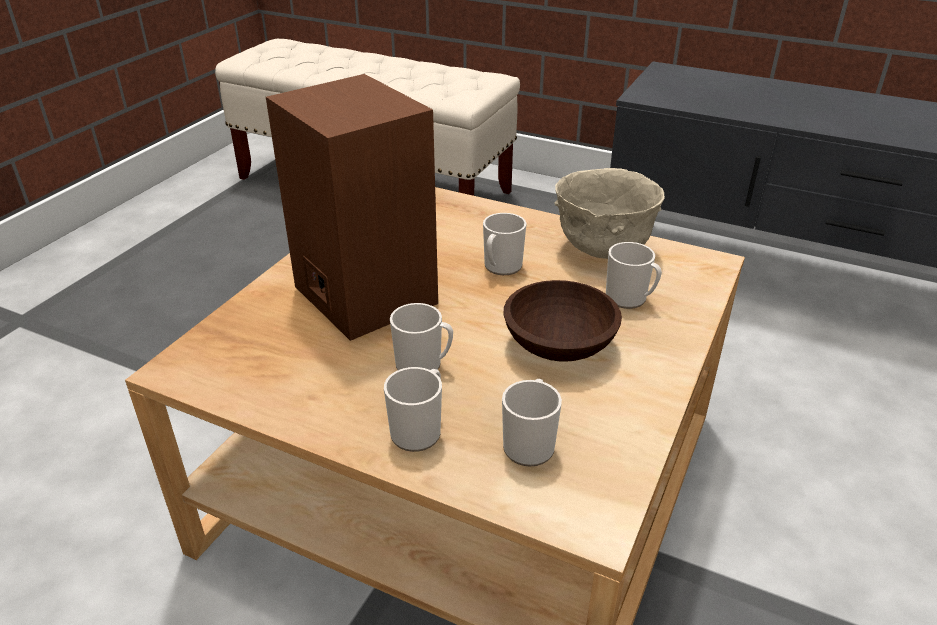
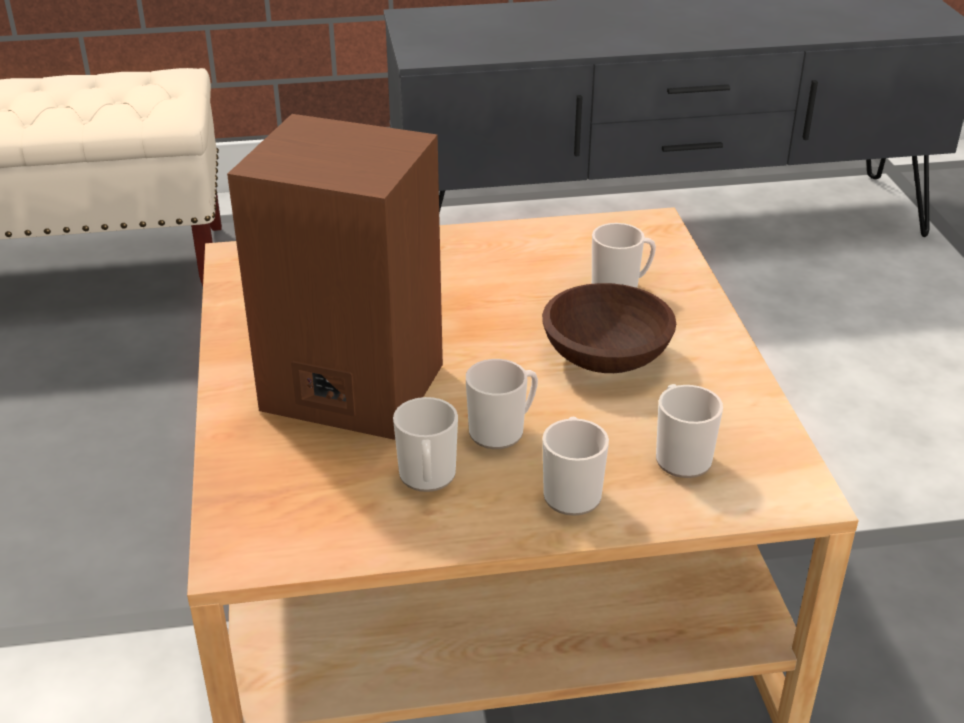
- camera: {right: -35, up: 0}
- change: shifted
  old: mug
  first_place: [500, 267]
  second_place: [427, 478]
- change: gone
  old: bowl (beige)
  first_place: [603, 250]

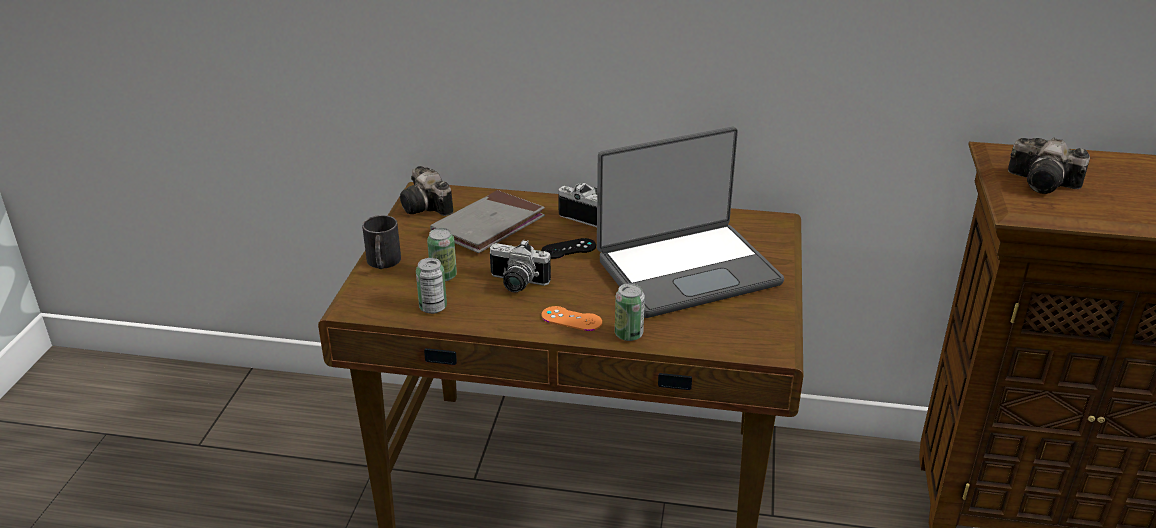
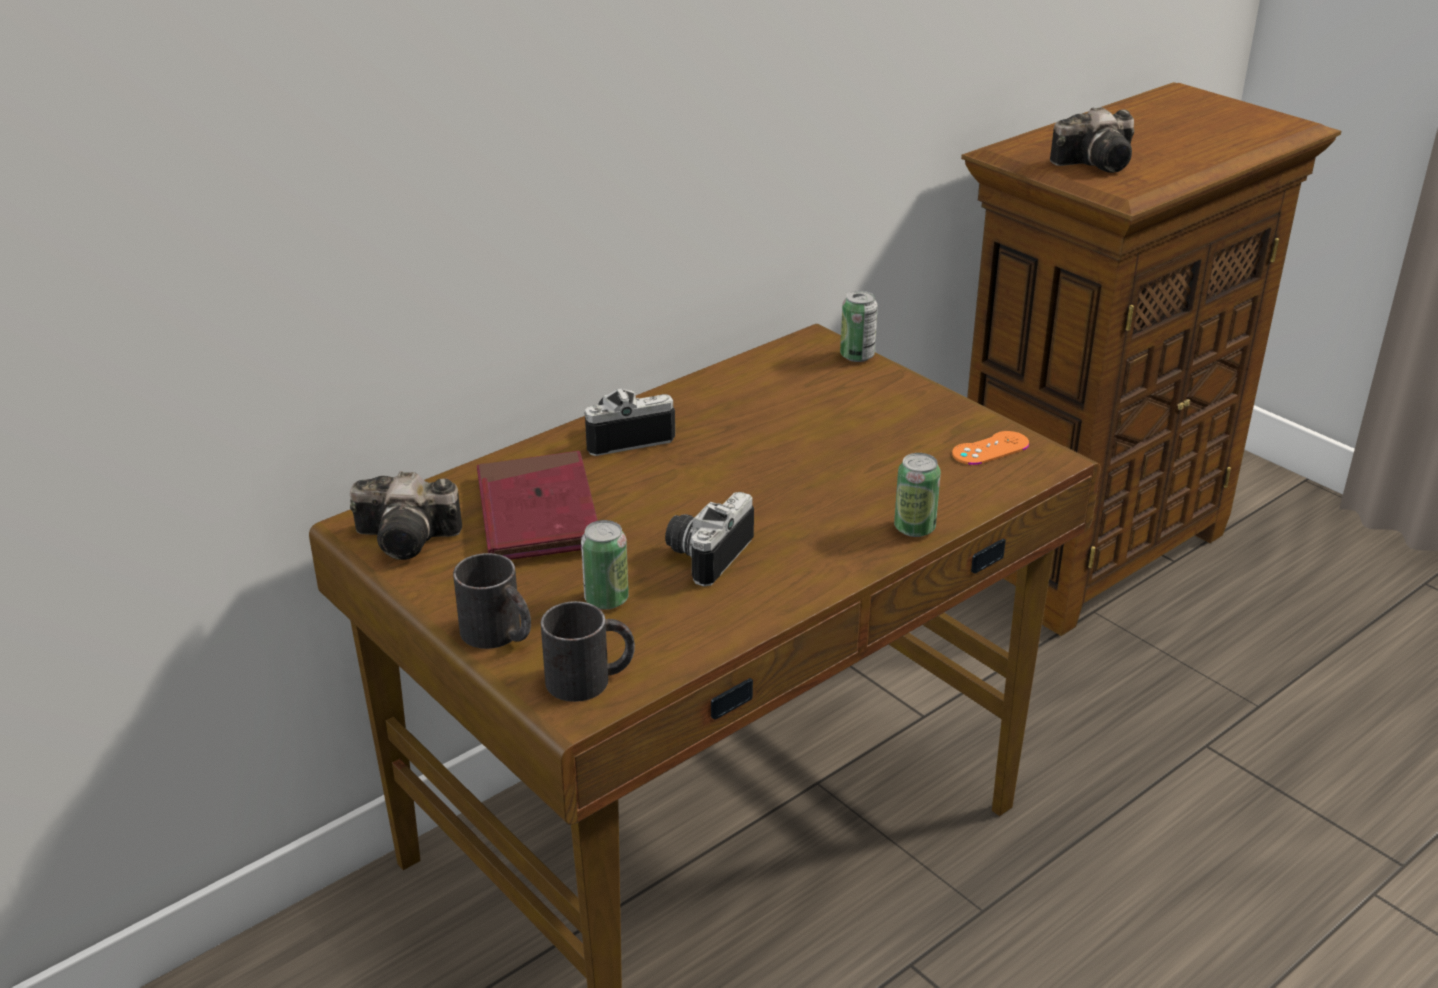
- camera: {right: -50, up: 0}
- change: shifted
  old: can
  first_place: [433, 307]
  second_place: [857, 356]
- change: repainted
  old: book (grey)
  new: book (red)
  first_place: [488, 226]
  second_place: [537, 514]
- change: rotated
  old: photo camera
  first_place: [516, 284]
  second_place: [705, 554]
  degrees: 150
- change: gone
  old: game controller (black)
  first_place: [568, 249]
- change: shifted
  old: game controller (orange)
  first_place: [571, 319]
  second_place: [990, 449]
- change: gone
  old: laptop
  first_place: [686, 270]
- change: new
  new: mug (black)
  second_place: [590, 679]

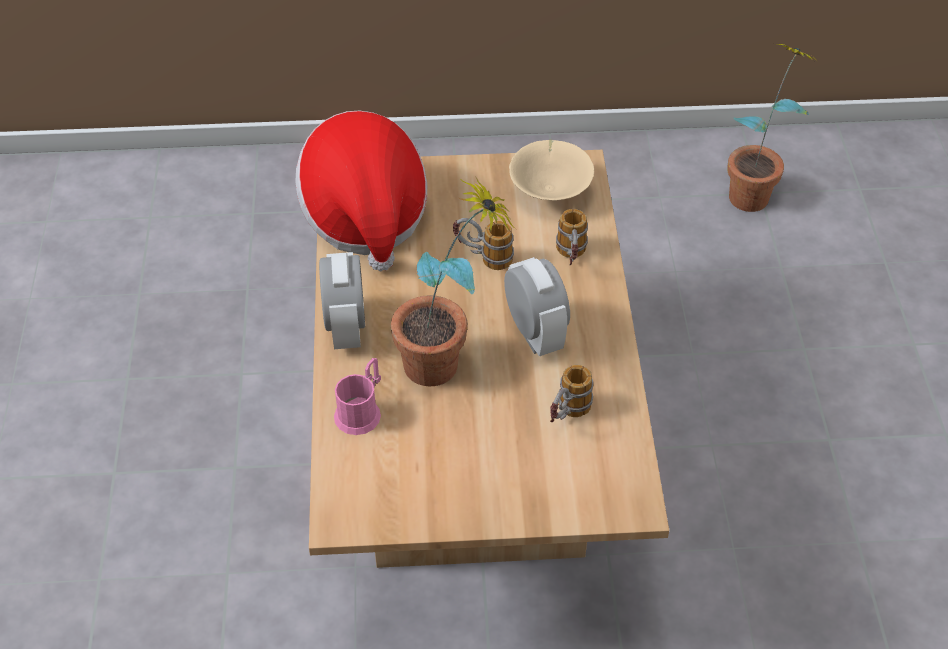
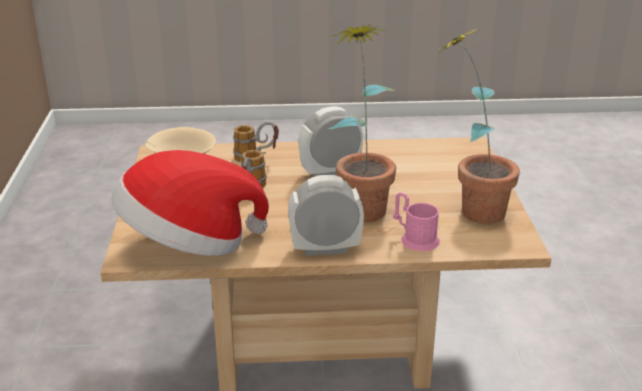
- camera: {right: -90, up: -20}
- change: gone
  old: mug
  first_place: [566, 415]
- change: shifted
  old: potted plant
  first_place: [755, 190]
  second_place: [471, 208]

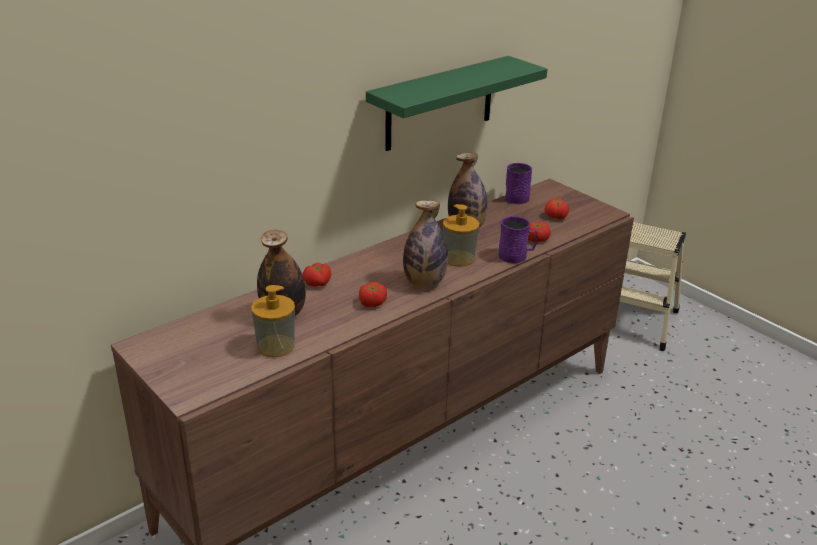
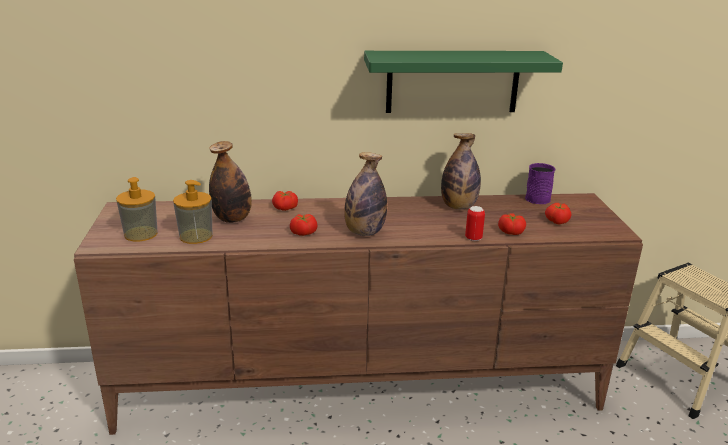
- camera: {right: 35, up: -5}
- change: shifted
  old: soap dispenser
  first_place: [459, 258]
  second_place: [140, 234]
- change: swapped
  old: mug (purple)
  new: can
  first_place: [516, 256]
  second_place: [473, 238]

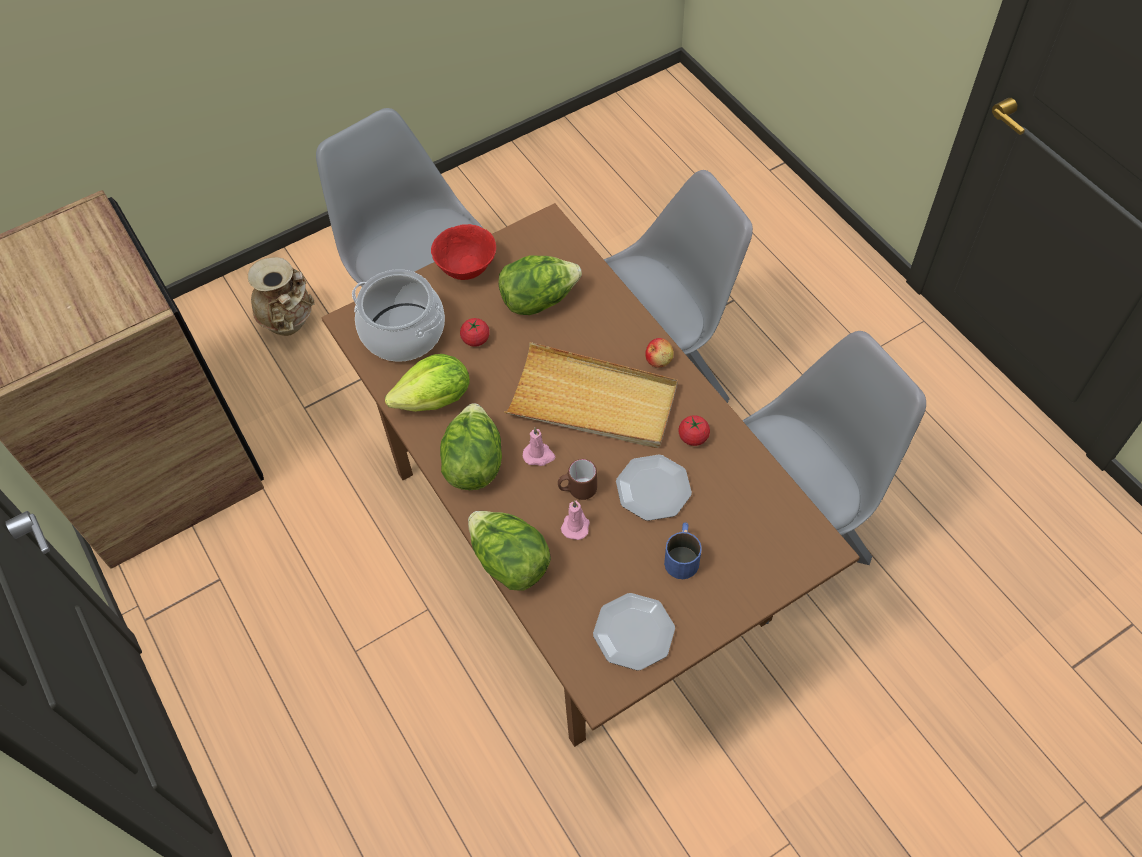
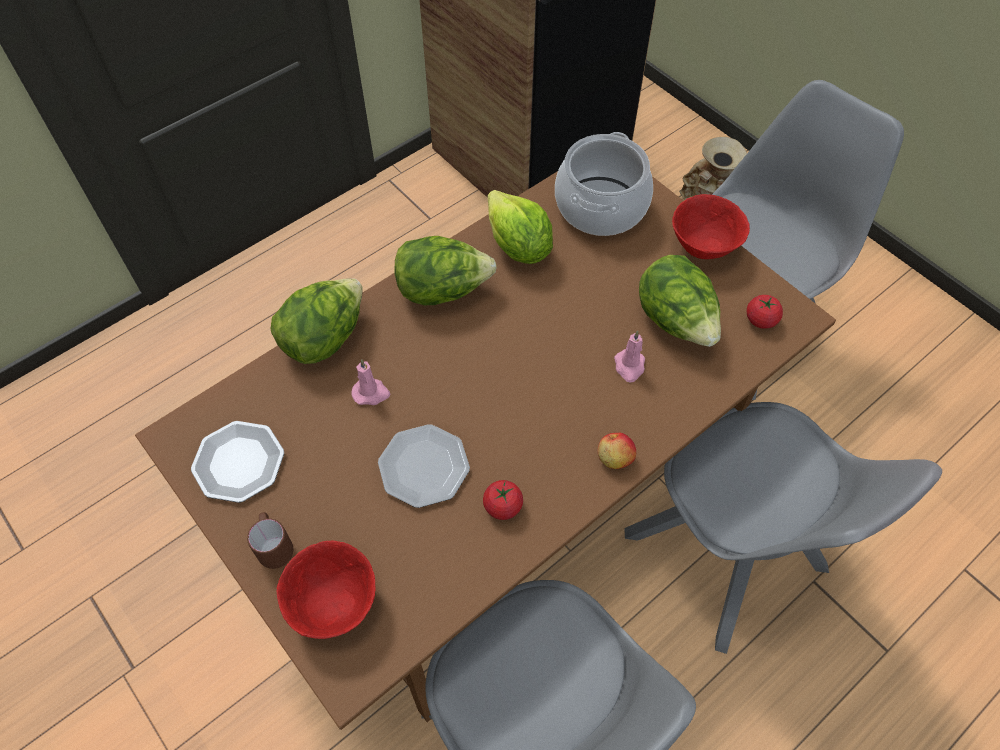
- camera: {right: 80, up: 0}
- change: shifted
  old: tomato
  first_place: [476, 339]
  second_place: [760, 320]
- change: gone
  old: tray (beige)
  first_place: [593, 401]
- change: shifted
  old: candle (pink)
  first_place: [539, 455]
  second_place: [629, 366]
- change: shifted
  old: mug (brown)
  first_place: [577, 490]
  second_place: [274, 546]
- change: gone
  old: mug (blue)
  first_place: [682, 555]
- change: new
  new: bowl (red)
  second_place: [334, 604]

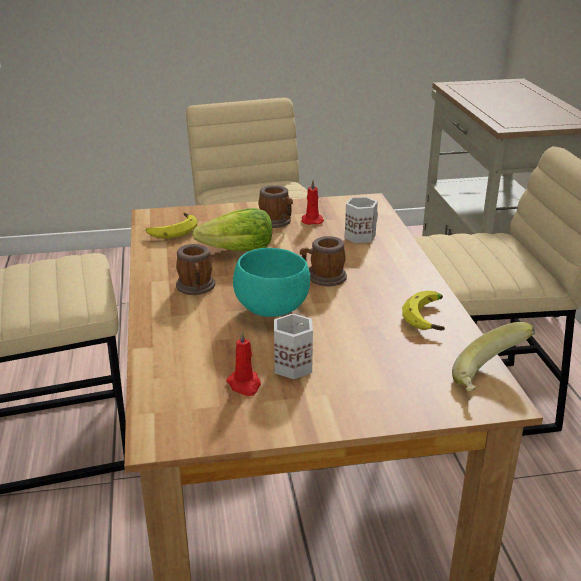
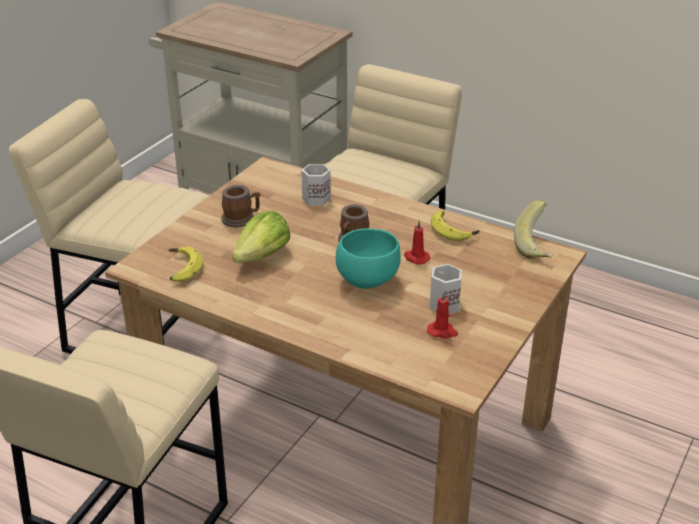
- camera: {right: -50, up: 5}
- change: gone
  old: mug
  first_place: [196, 288]
- change: shifted
  old: candle (red)
  first_place: [312, 220]
  second_place: [416, 258]

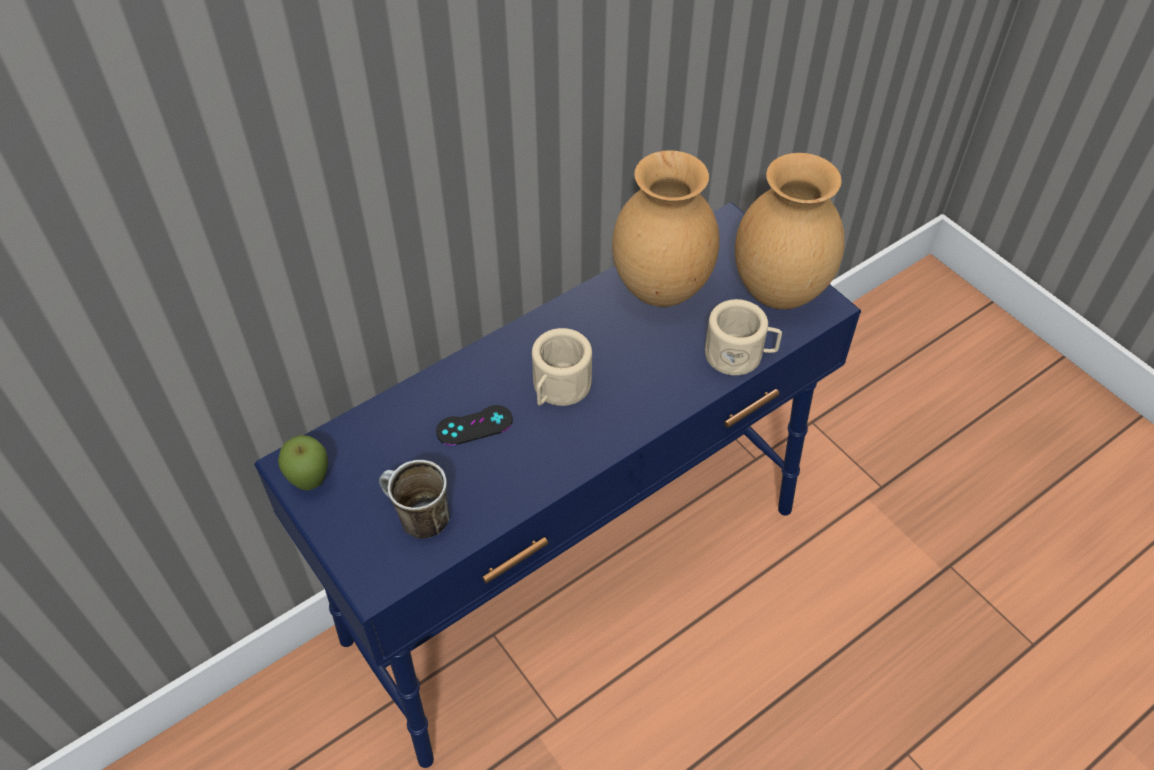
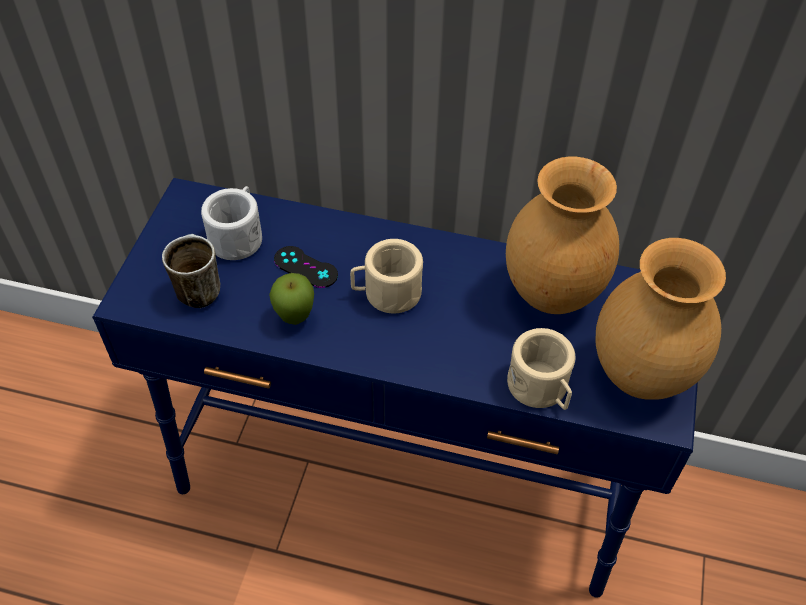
- camera: {right: 50, up: 0}
- change: shifted
  old: apple
  first_place: [311, 482]
  second_place: [295, 318]
- change: new
  new: mug (white)
  second_place: [238, 236]

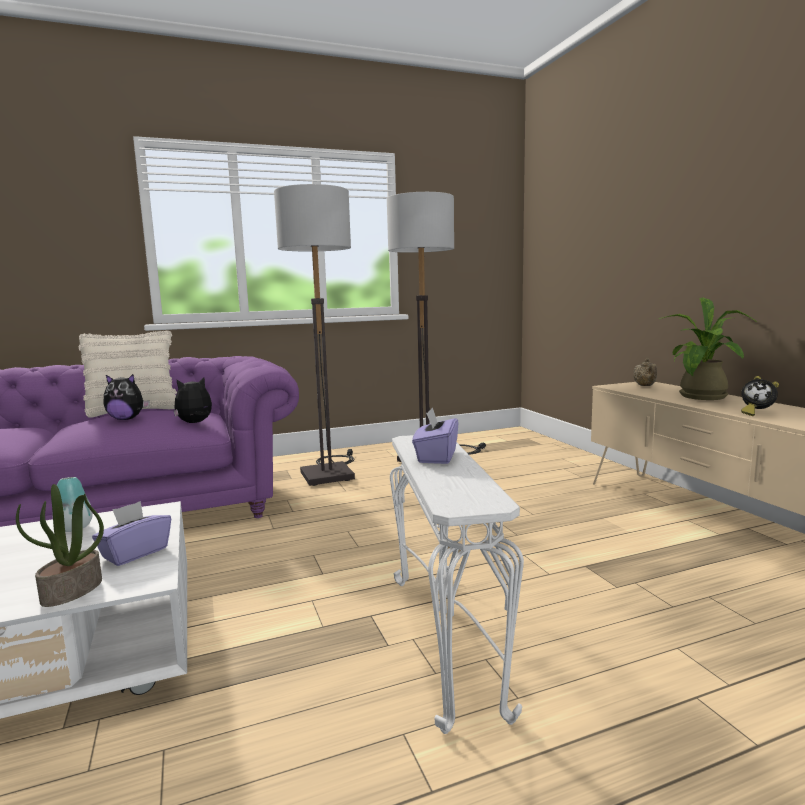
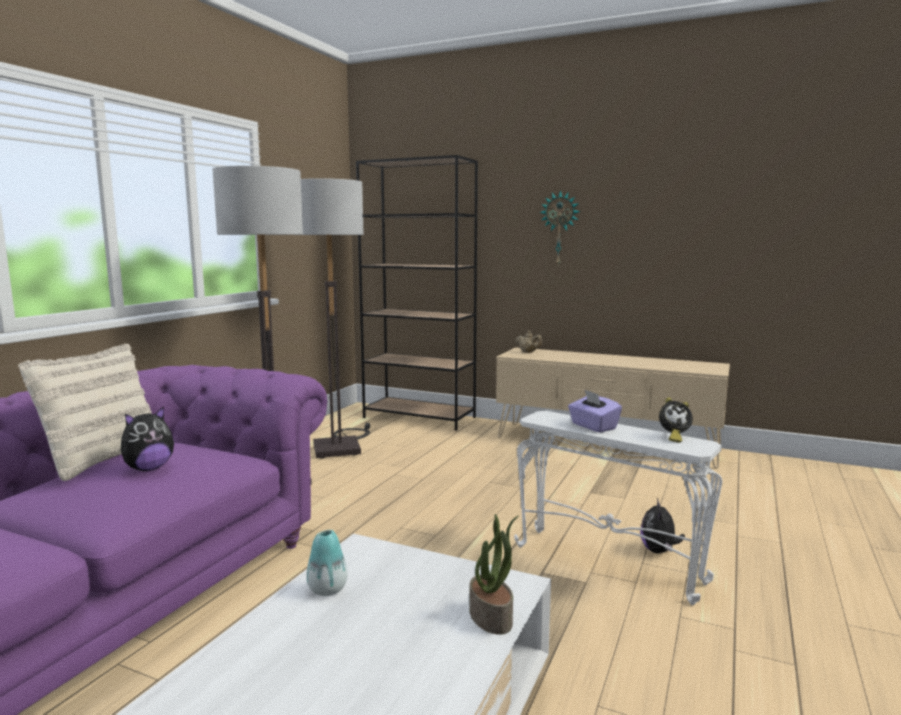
- camera: {right: -45, up: 0}
- change: gone
  old: tissue box (purple)
  first_place: [135, 553]
- change: shifted
  old: plush toy
  first_place: [195, 423]
  second_place: [659, 551]
- change: gone
  old: potted plant
  first_place: [701, 397]
- change: shifted
  old: alarm clock
  first_place: [755, 413]
  second_place: [673, 437]
- change: new
  new: bookcase (beige)
  second_place: [420, 417]
- change: new
  new: wall clock
  second_place: [560, 229]

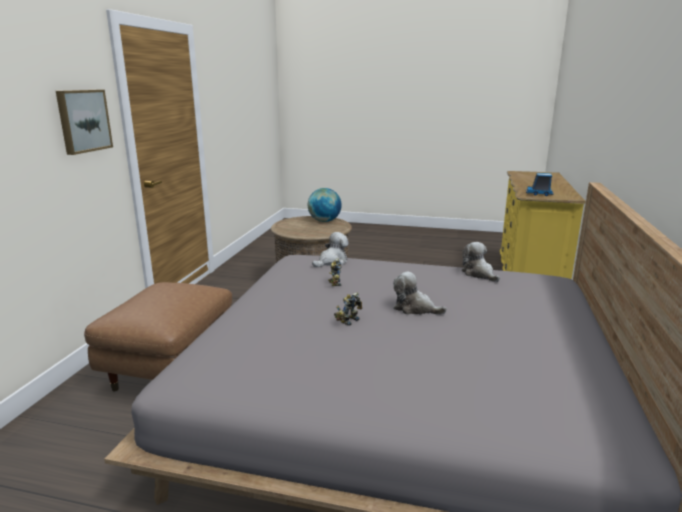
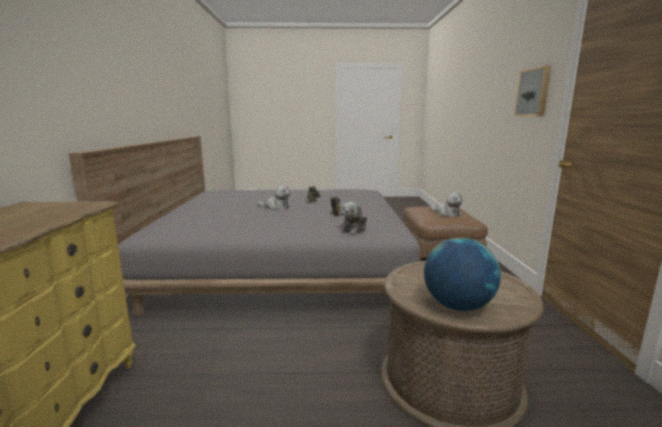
- camera: {right: 165, up: -5}
- change: shifted
  old: plush toy
  first_place: [479, 274]
  second_place: [447, 213]
- change: gone
  old: toy truck
  first_place: [539, 194]

